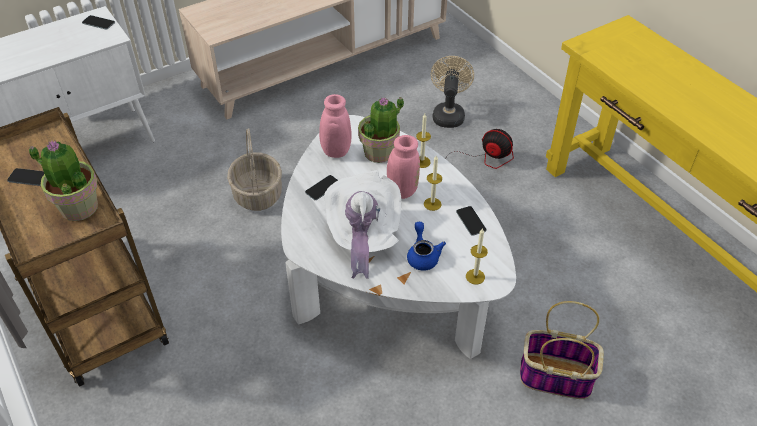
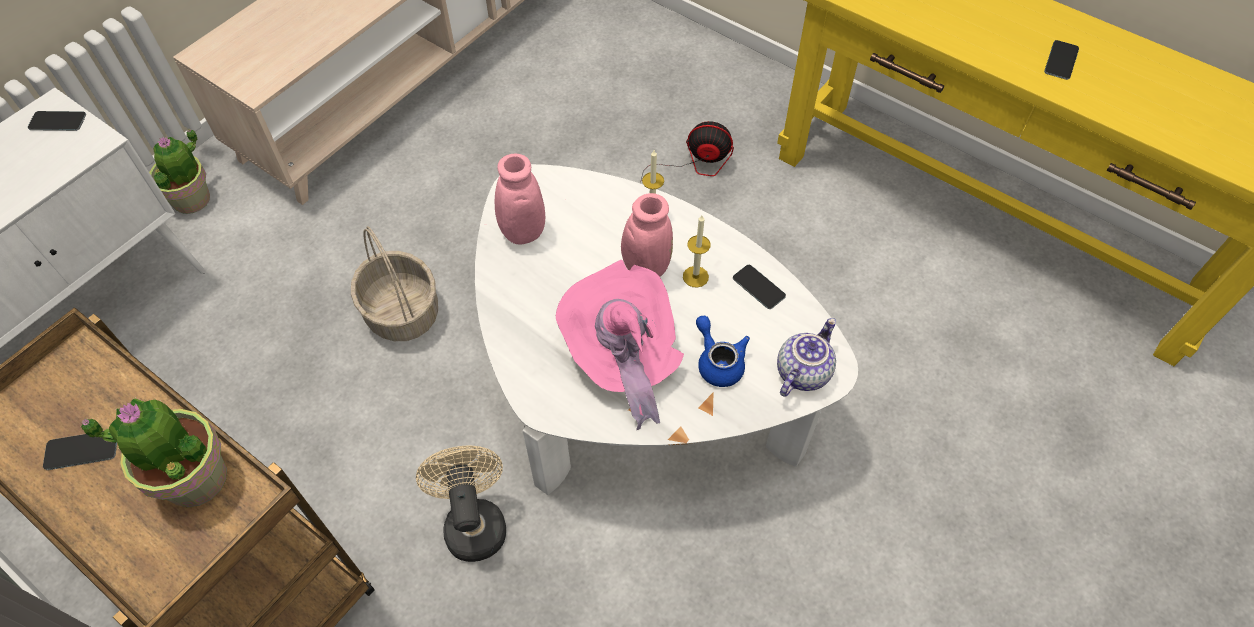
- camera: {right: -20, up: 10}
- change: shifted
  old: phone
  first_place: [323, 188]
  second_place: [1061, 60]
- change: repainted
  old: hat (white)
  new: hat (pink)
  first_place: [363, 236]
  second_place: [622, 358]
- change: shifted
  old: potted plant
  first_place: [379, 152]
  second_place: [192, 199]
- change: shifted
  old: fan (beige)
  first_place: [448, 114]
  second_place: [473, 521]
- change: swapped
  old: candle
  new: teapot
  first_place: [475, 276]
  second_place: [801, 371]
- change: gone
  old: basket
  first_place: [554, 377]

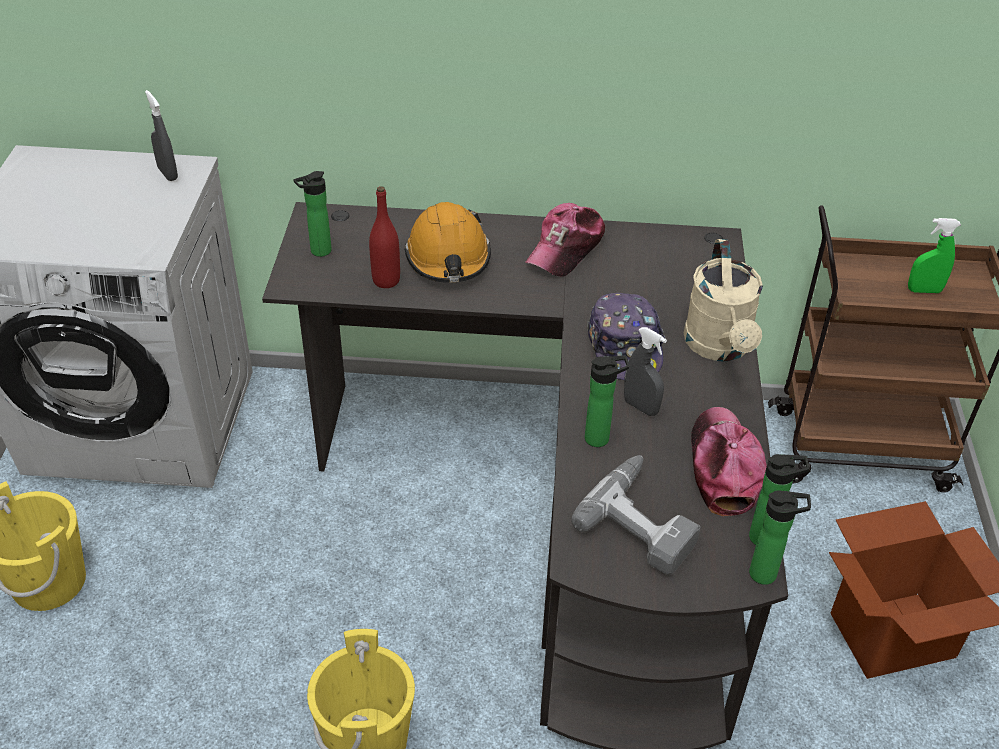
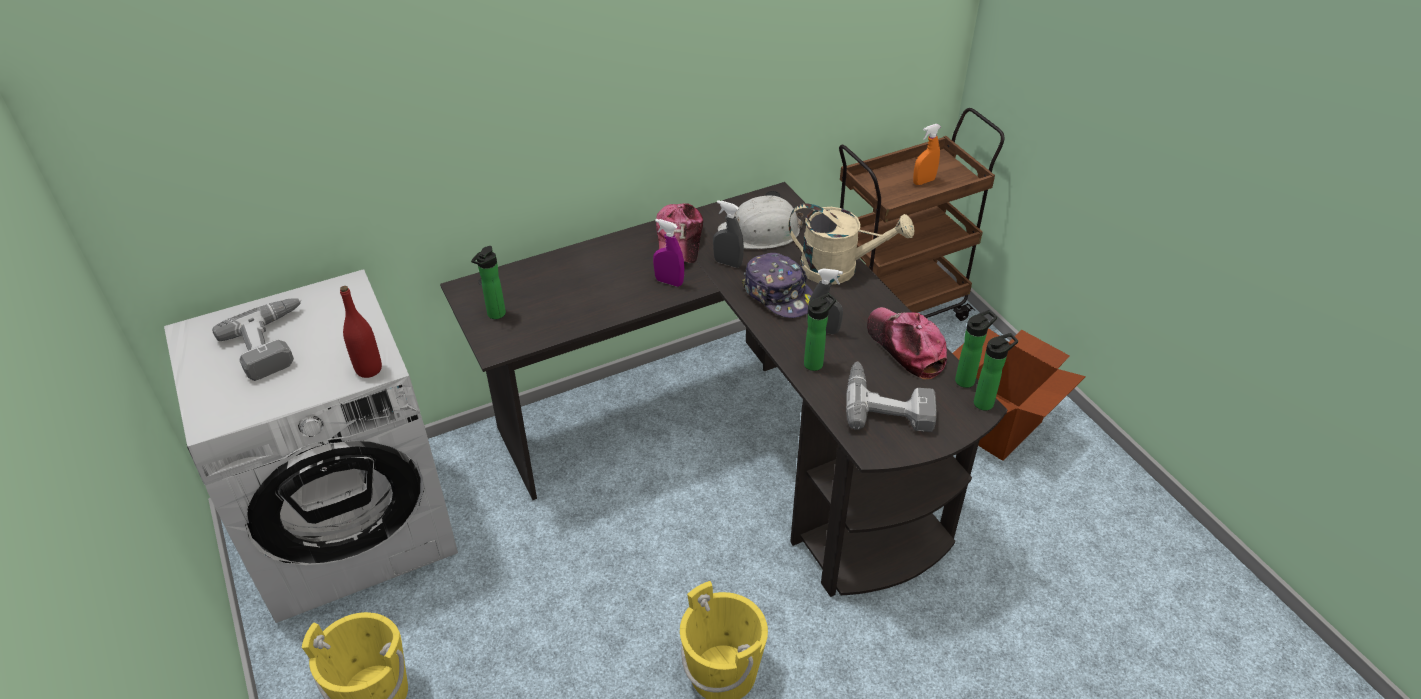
- camera: {right: -30, up: 0}
- change: shifted
  old: spray bottle (grey)
  first_place: [168, 173]
  second_place: [728, 263]
- change: shifted
  old: bottle (red)
  first_place: [386, 280]
  second_place: [369, 369]
- change: gone
  old: hard hat (orange)
  first_place: [448, 258]
- change: rotated
  old: watering can (beige)
  first_place: [720, 347]
  second_place: [839, 269]
  degrees: -45
- change: repainted
  old: spray bottle (green)
  new: spray bottle (orange)
  first_place: [924, 290]
  second_place: [923, 181]
- change: new
  new: power drill
  second_place: [273, 343]
- change: new
  new: spray bottle (purple)
  second_place: [669, 282]
- change: new
  new: hard hat (white)
  second_place: [761, 232]

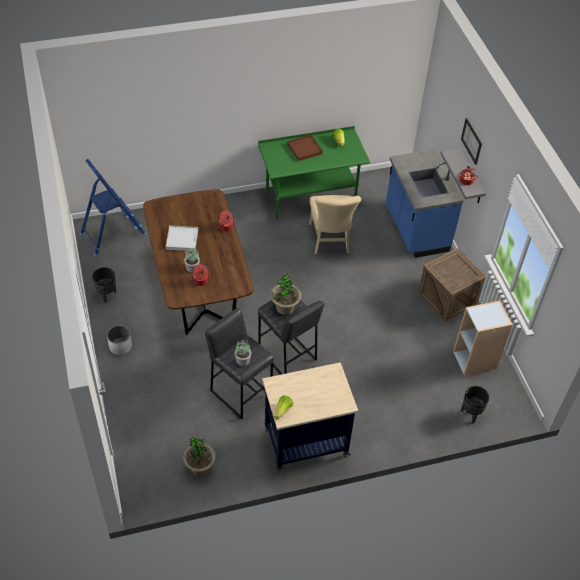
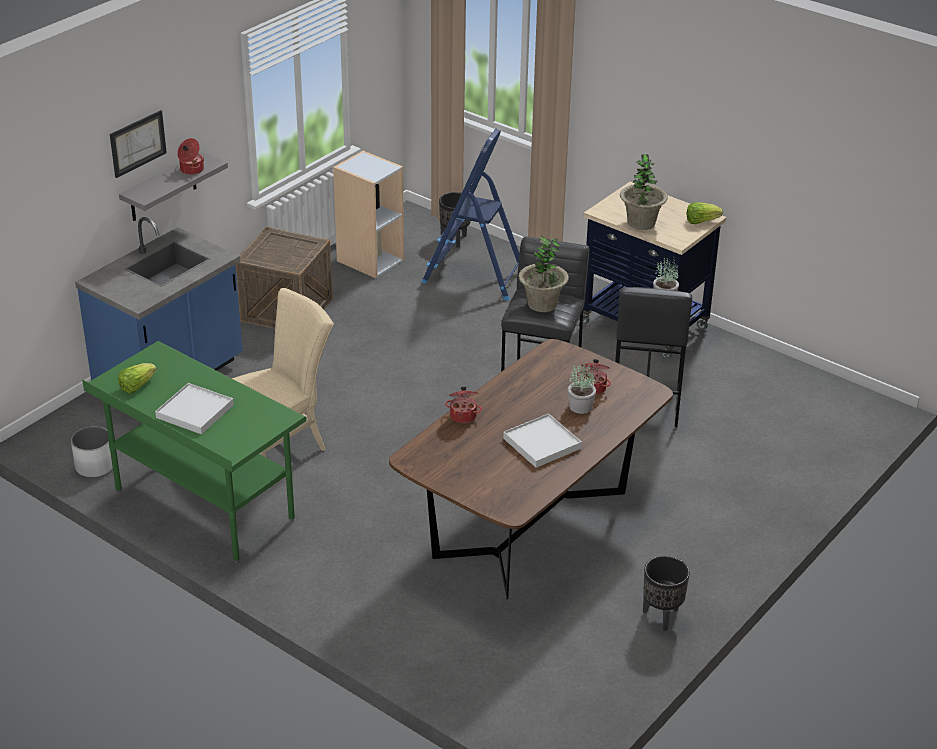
- camera: {right: -125, up: -15}
- change: shifted
  old: step ladder (blue)
  first_place: [113, 234]
  second_place: [473, 277]
- change: shifted
  old: planter (white)
  first_place: [120, 346]
  second_place: [95, 467]
- change: shifted
  old: potted plant
  first_place: [200, 467]
  second_place: [641, 223]
- change: repainted
  old: tray (brown)
  new: tray (white)
  first_place: [304, 149]
  second_place: [194, 411]

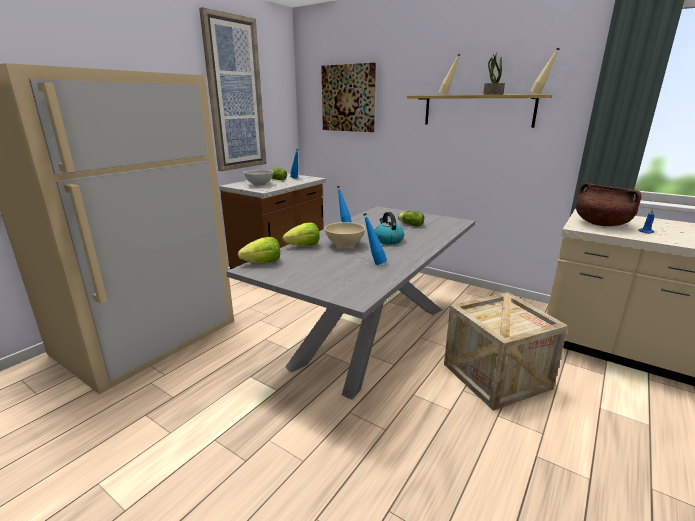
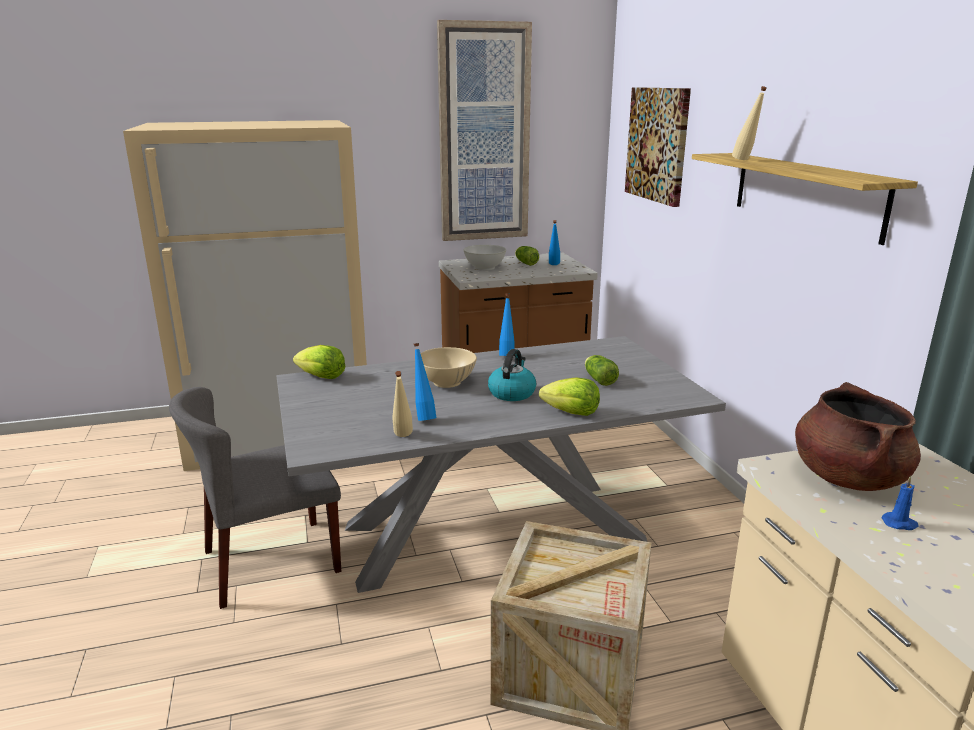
- camera: {right: 40, up: 0}
- change: shifted
  old: lettuce
  first_place: [304, 246]
  second_place: [571, 413]
- change: gone
  old: potted plant
  first_place: [492, 94]
- change: shifted
  old: bottle (beige)
  first_place: [540, 94]
  second_place: [402, 438]
- change: new
  new: chair (grey)
  second_place: [270, 562]

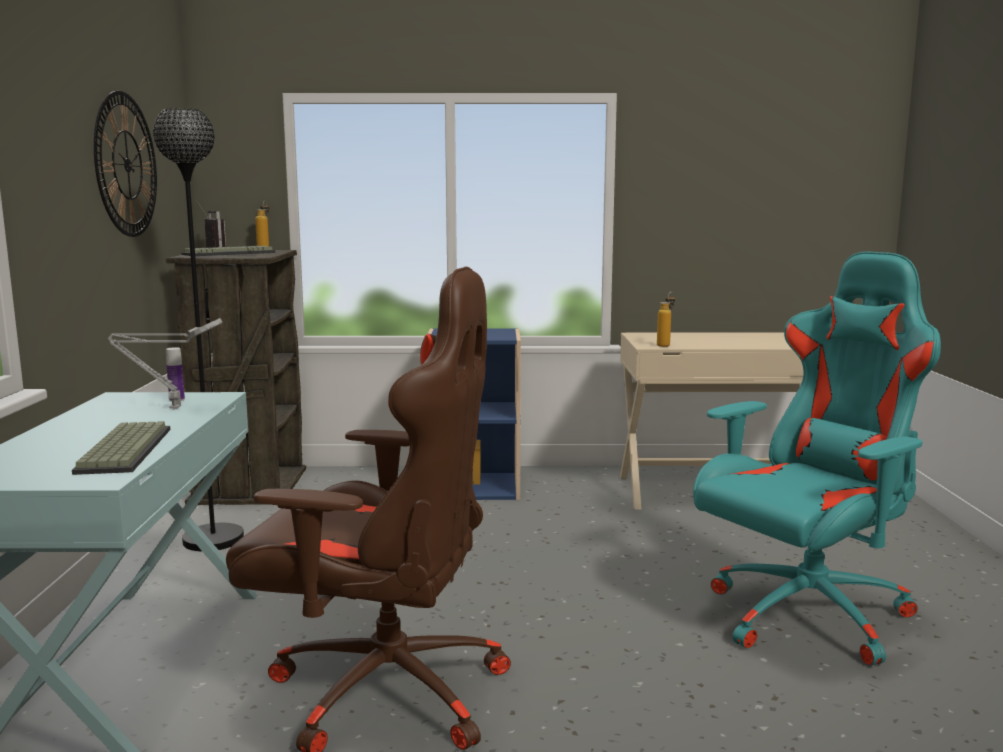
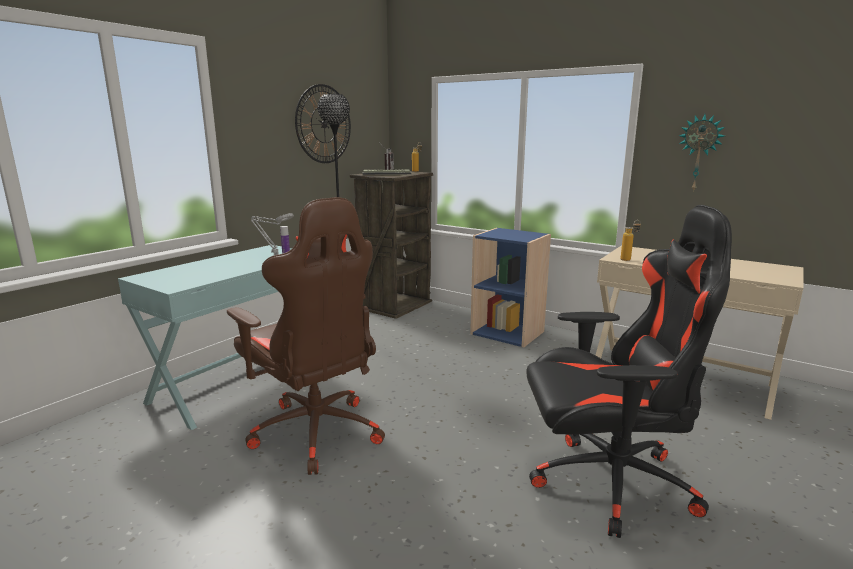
- camera: {right: 35, up: 5}
- change: gone
  old: keyboard
  first_place: [123, 449]
- change: repainted
  old: office chair (turquoise)
  new: office chair (black)
  first_place: [798, 620]
  second_place: [601, 484]
- change: new
  new: wall clock
  second_place: [699, 153]

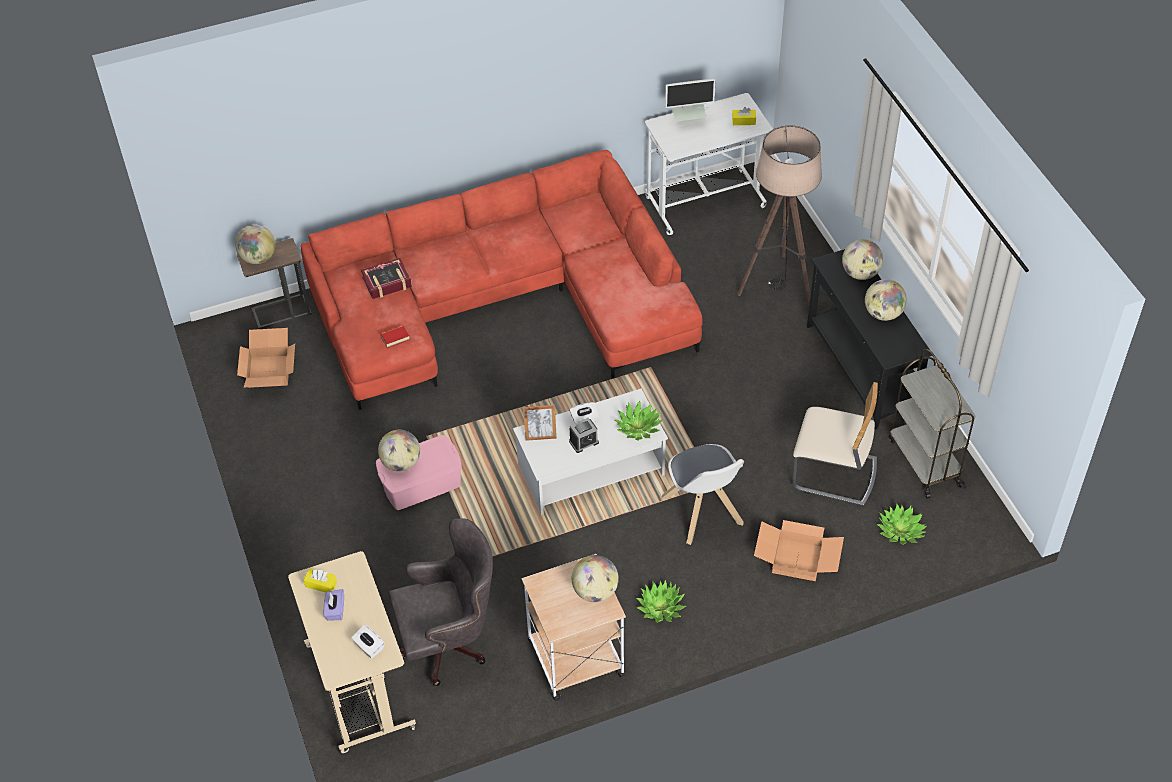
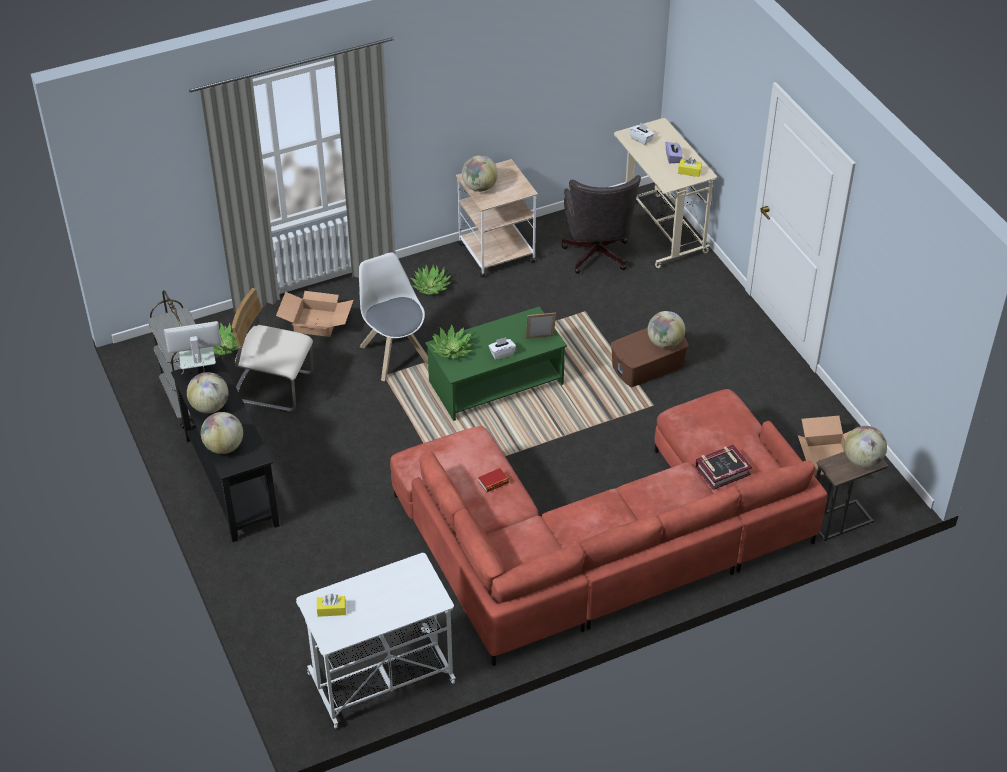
- camera: {right: 175, up: -5}
- change: repainted
  old: storage box (pink)
  new: storage box (brown)
  first_place: [421, 484]
  second_place: [648, 366]
- change: shifted
  old: book
  first_place: [395, 338]
  second_place: [493, 482]
- change: rotated
  old: office chair (grey)
  first_place: [448, 645]
  second_place: [597, 257]
  degrees: -75
- change: repainted
  old: coffee table (white)
  new: coffee table (green)
  first_place: [592, 469]
  second_place: [495, 383]
- change: gone
  old: alarm clock
  first_place: [583, 442]
- change: shifted
  old: monitor
  first_place: [688, 123]
  second_place: [198, 371]
- change: gone
  old: floor lamp
  first_place: [777, 285]

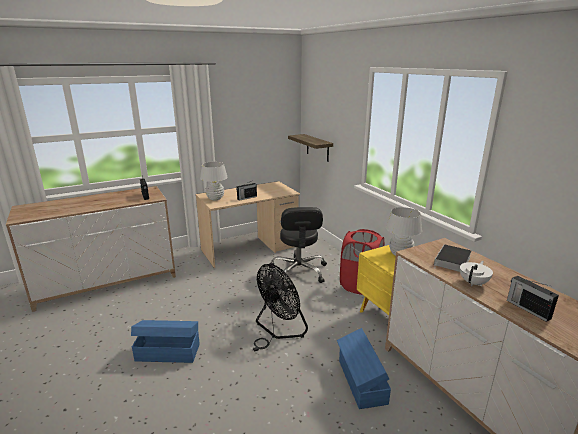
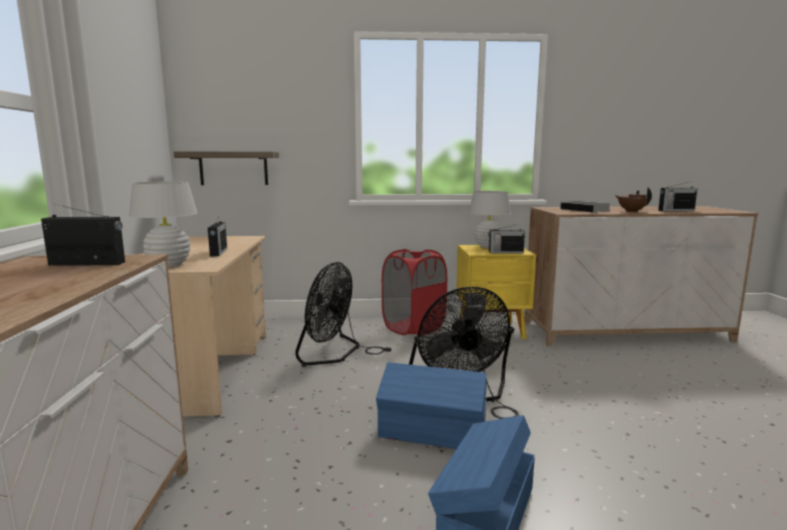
- camera: {right: -65, up: -10}
- change: swapped
  old: office chair (black)
  new: fan (black)
  first_place: [299, 273]
  second_place: [340, 351]
- change: shifted
  old: storage box (blue)
  first_place: [361, 382]
  second_place: [433, 433]
- change: repainted
  old: teapot (white)
  new: teapot (brown)
  first_place: [473, 283]
  second_place: [631, 211]
- change: new
  new: radio
  second_place: [505, 252]

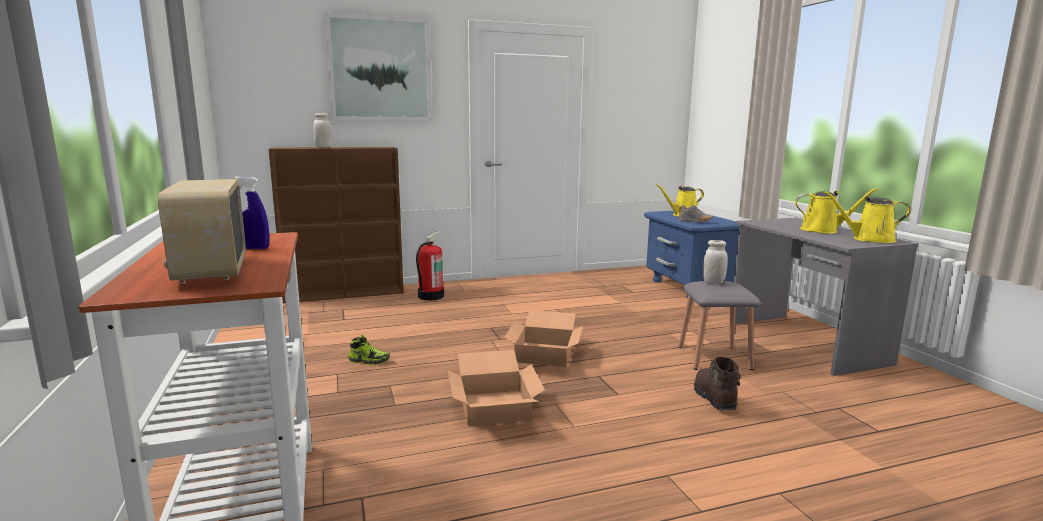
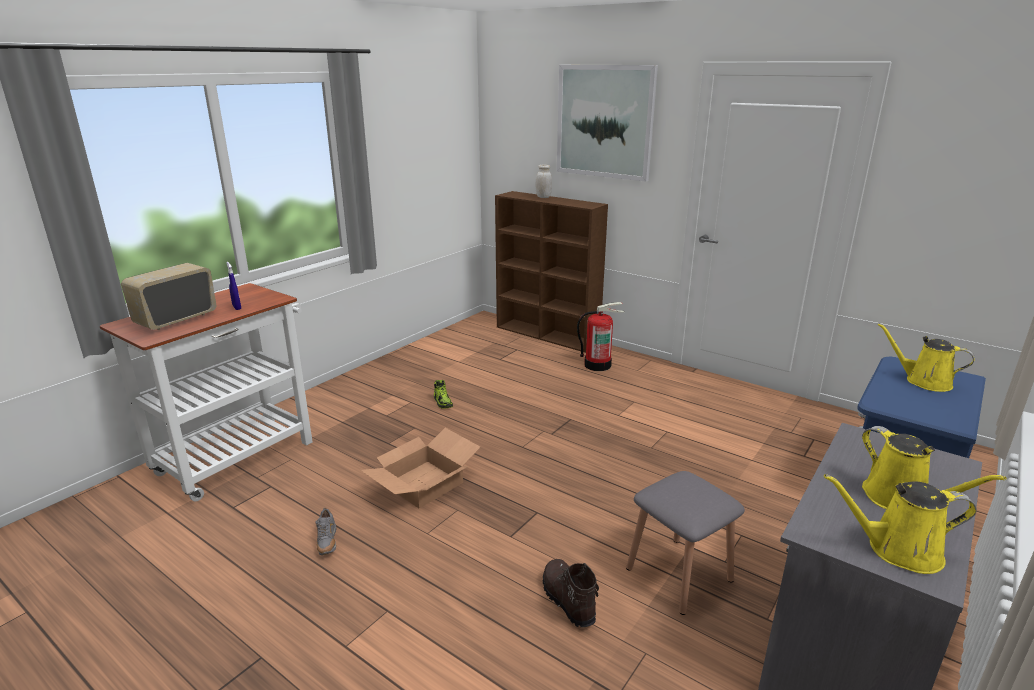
- camera: {right: 55, up: 10}
- change: gone
  old: cardboard box
  first_place: [543, 353]
- change: shifted
  old: shoe (grey)
  first_place: [695, 222]
  second_place: [327, 543]
- change: rotated
  old: boot (brown)
  first_place: [713, 398]
  second_place: [567, 600]
  degrees: -75
- change: gone
  old: jar (white)
  first_place: [713, 282]
- change: rotated
  old: watering can (yellow)
  first_place: [869, 239]
  second_place: [897, 550]
  degrees: -60

